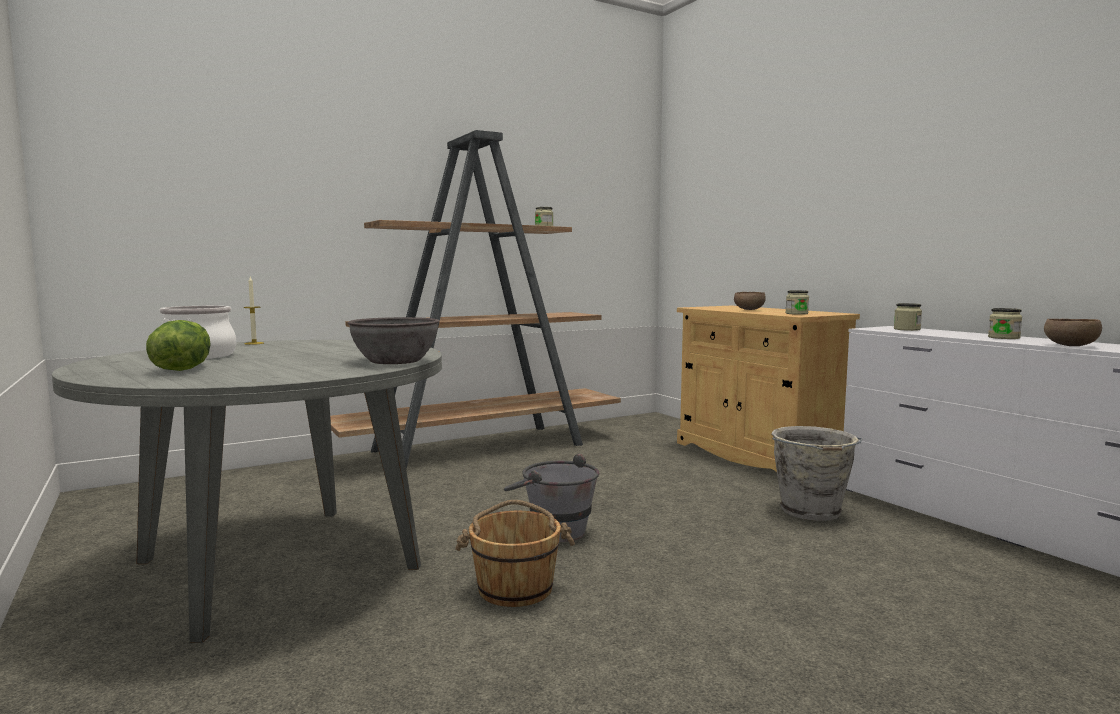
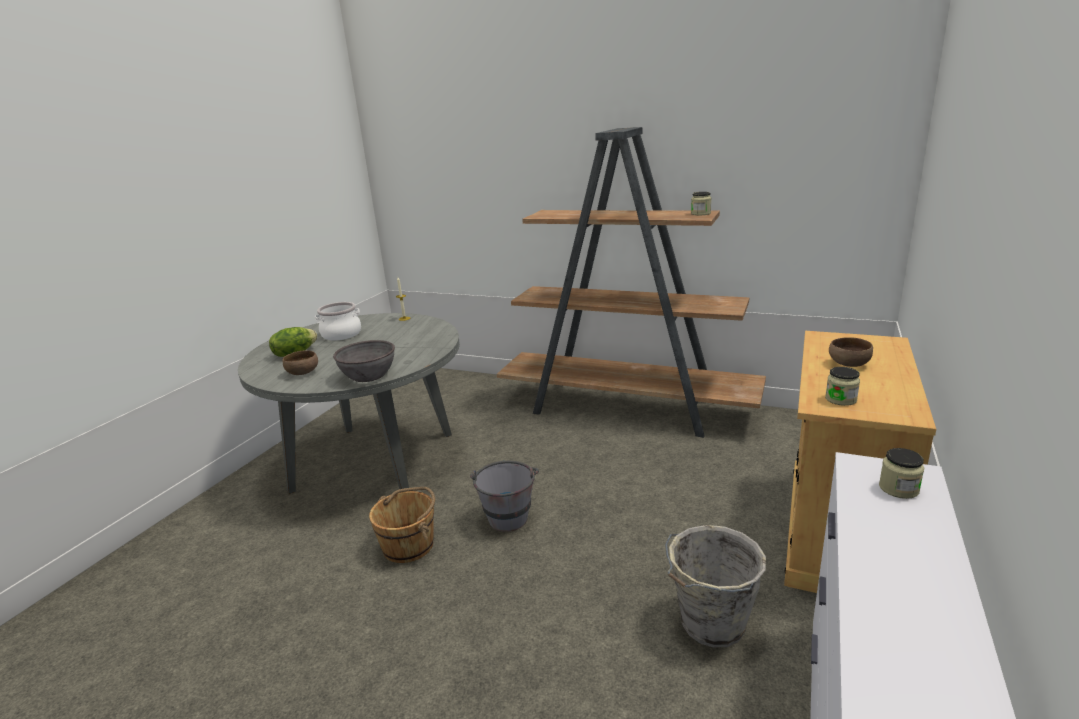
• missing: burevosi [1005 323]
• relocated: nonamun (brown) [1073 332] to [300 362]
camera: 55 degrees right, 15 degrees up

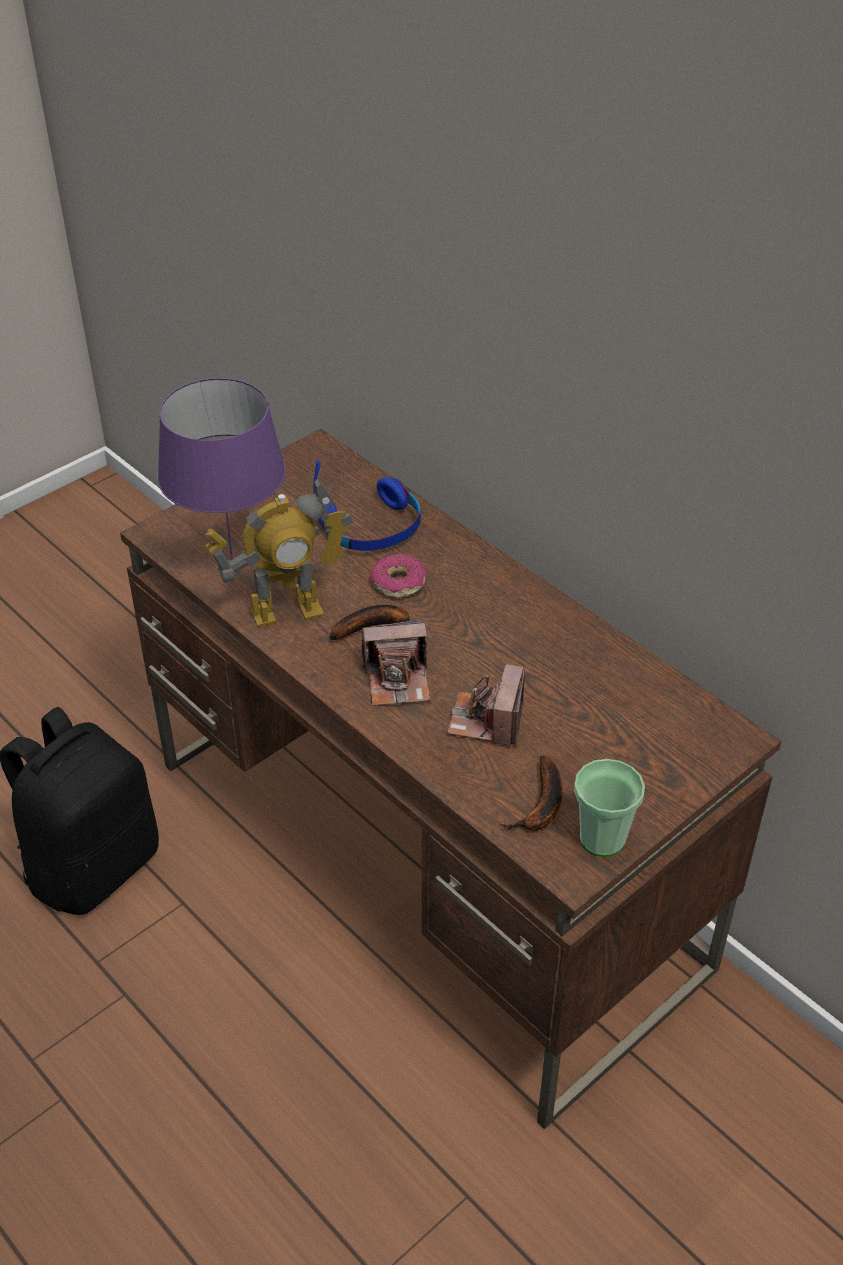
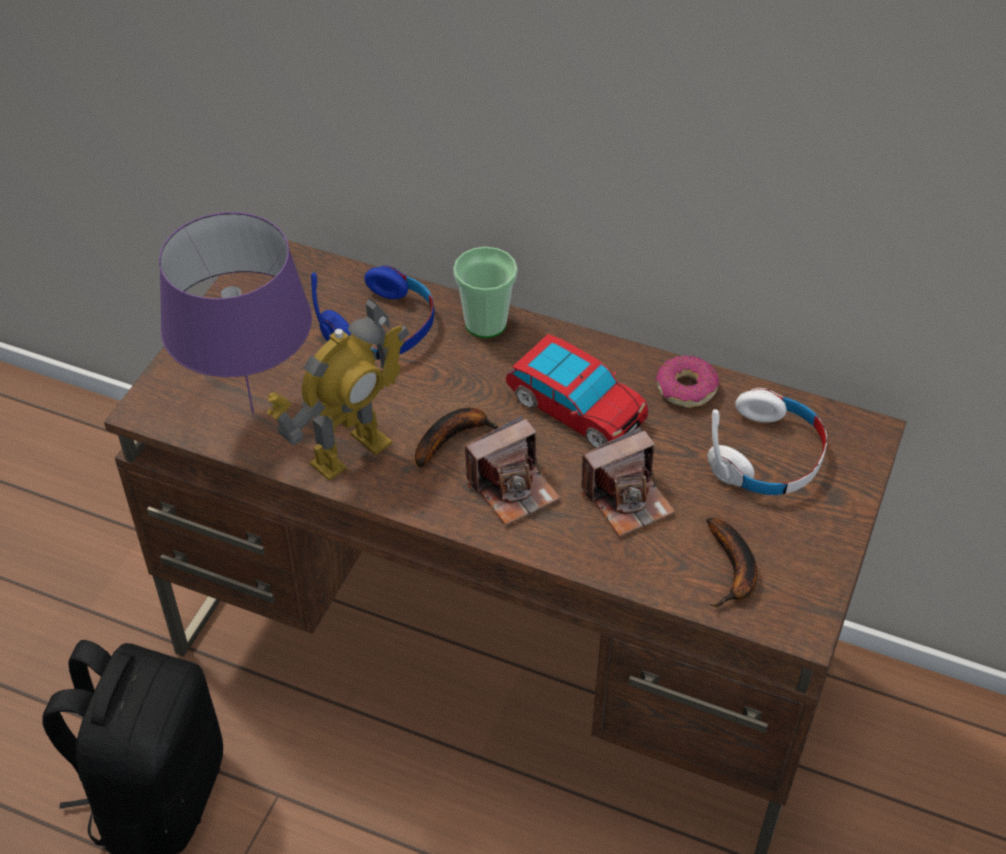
• relocated: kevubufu [398 576] to [687 381]
• spun: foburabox [486 705] = [628 481] 105 degrees counterclockwise
• relocated: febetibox [609 808] to [485 292]
• appeared: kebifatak [577 391]
• appeared: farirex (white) [767 441]
camera: 25 degrees left, 5 degrees up

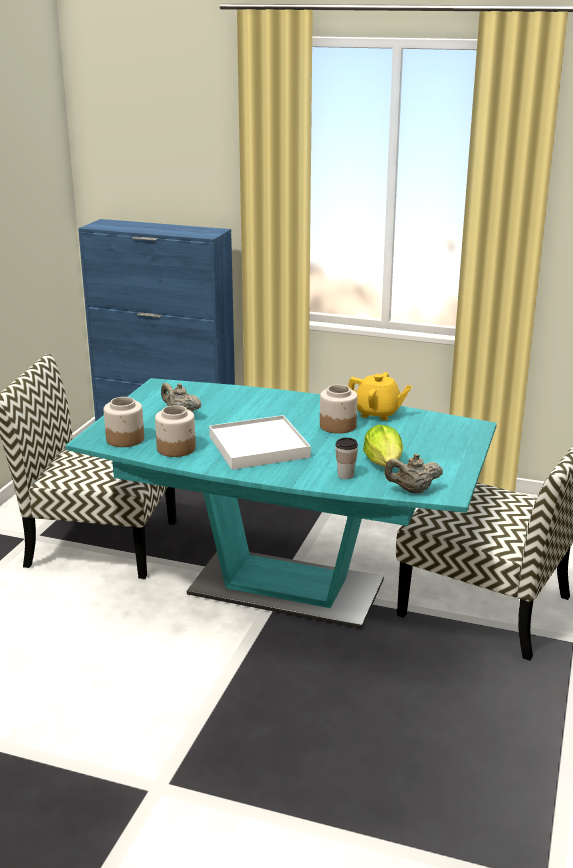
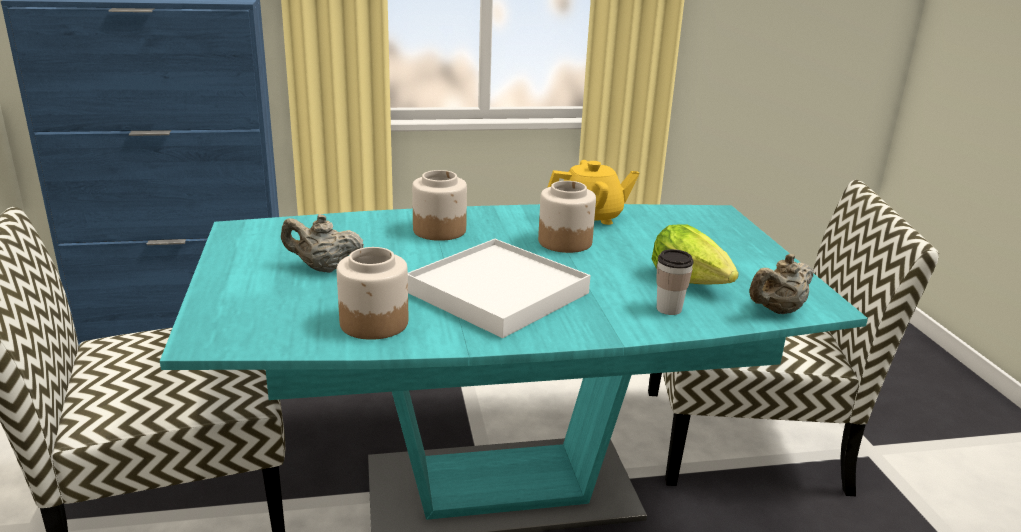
• relocated: burevosi [124 422] to [439 205]
camera: 30 degrees left, 0 degrees up

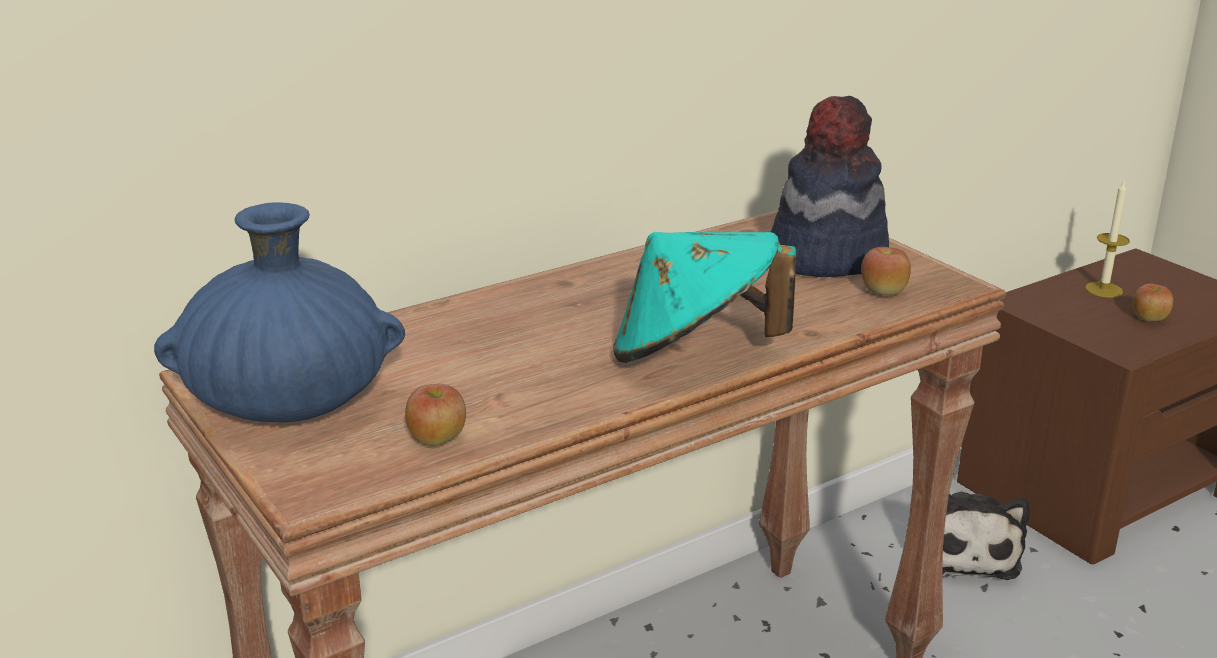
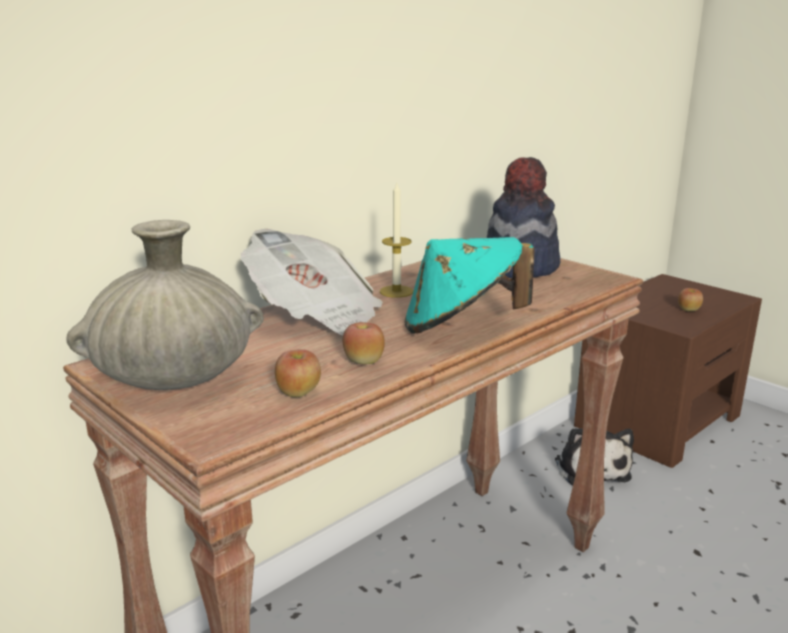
• relocated: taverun [1107 239] to [397 240]
• colour: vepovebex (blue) [279 312] to vepovebex (beige) [165 305]
• relocated: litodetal [886 271] to [364 343]
• appeared: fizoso [312 282]
camera: 10 degrees left, 5 degrees down

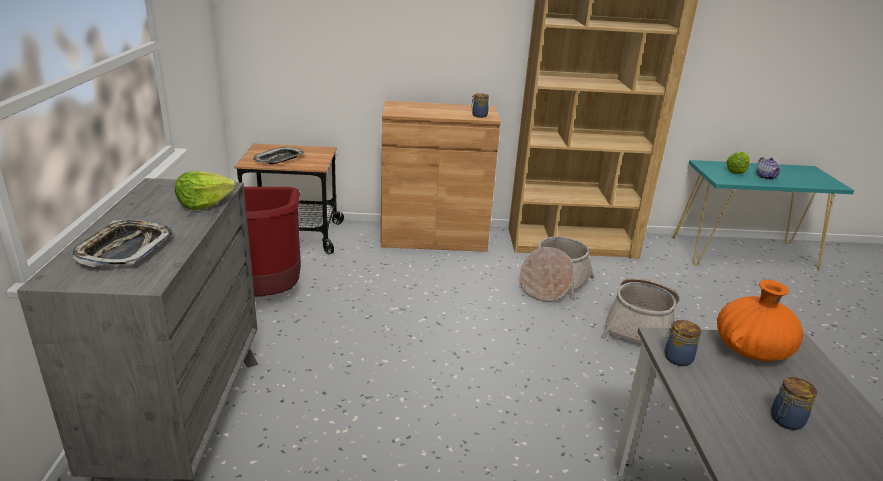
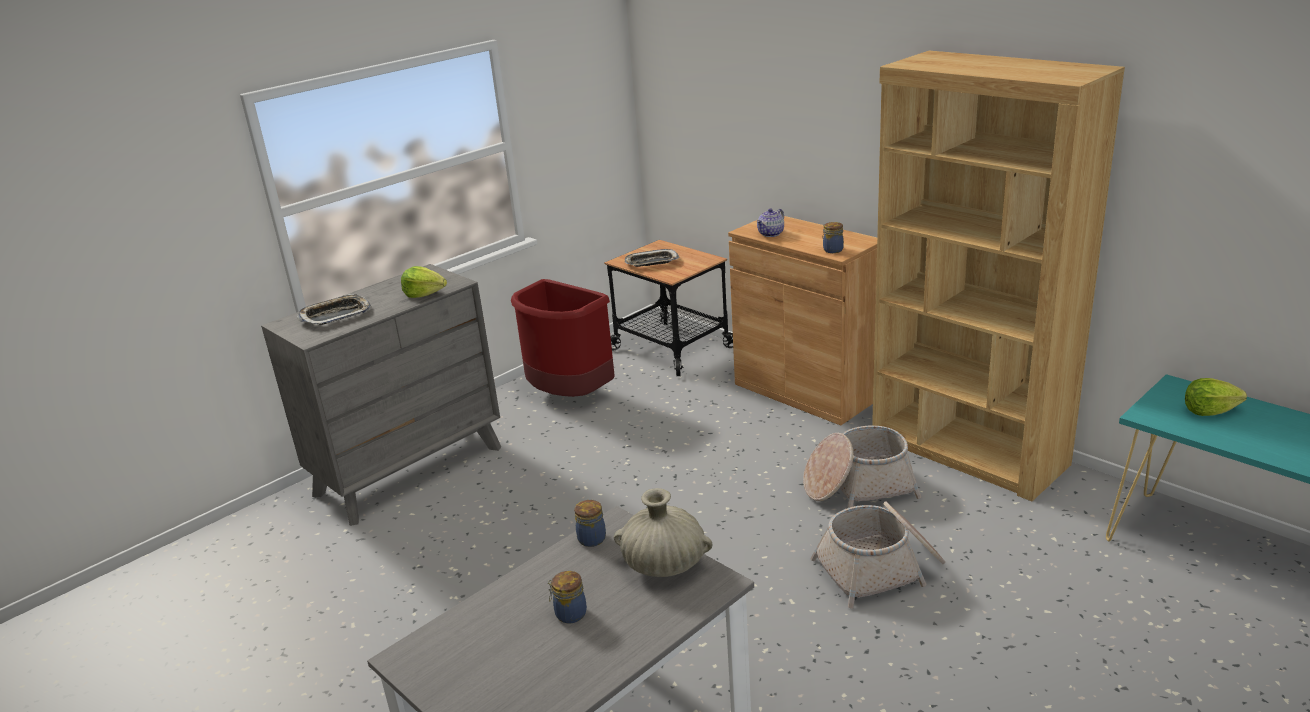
• relocated: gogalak [768 168] to [770 222]
• colour: vepovebex (orange) [760 320] to vepovebex (beige) [663 532]
camera: 50 degrees right, 0 degrees up

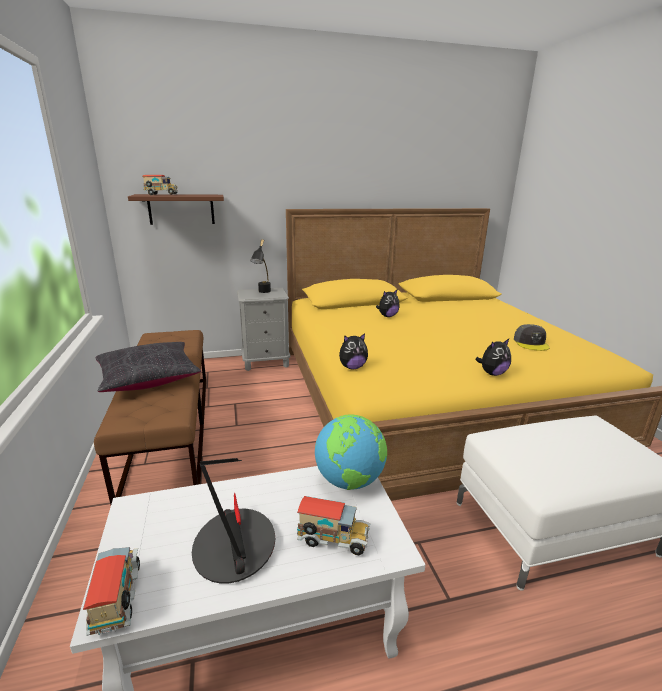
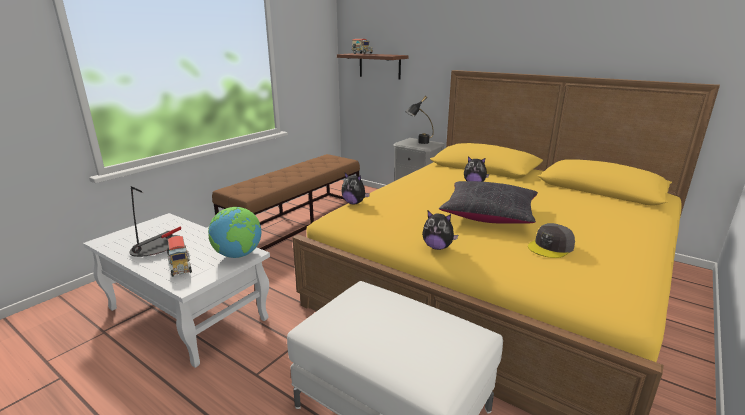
• relocated: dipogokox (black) [148 367] to [488 202]
• missing: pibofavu [111 591]
camera: 50 degrees right, 0 degrees up

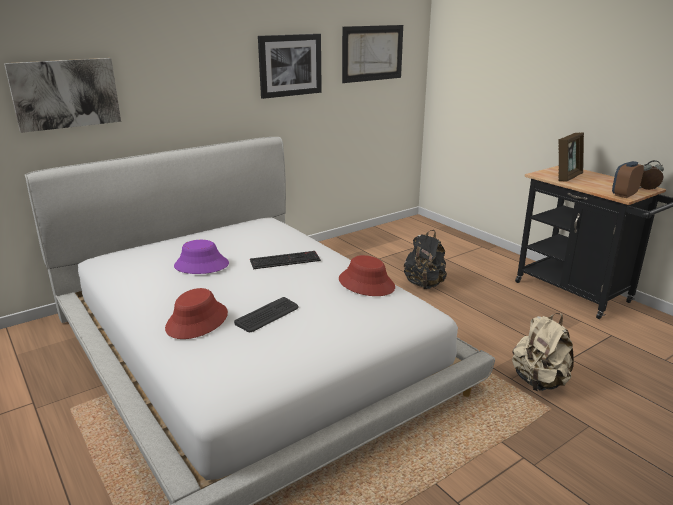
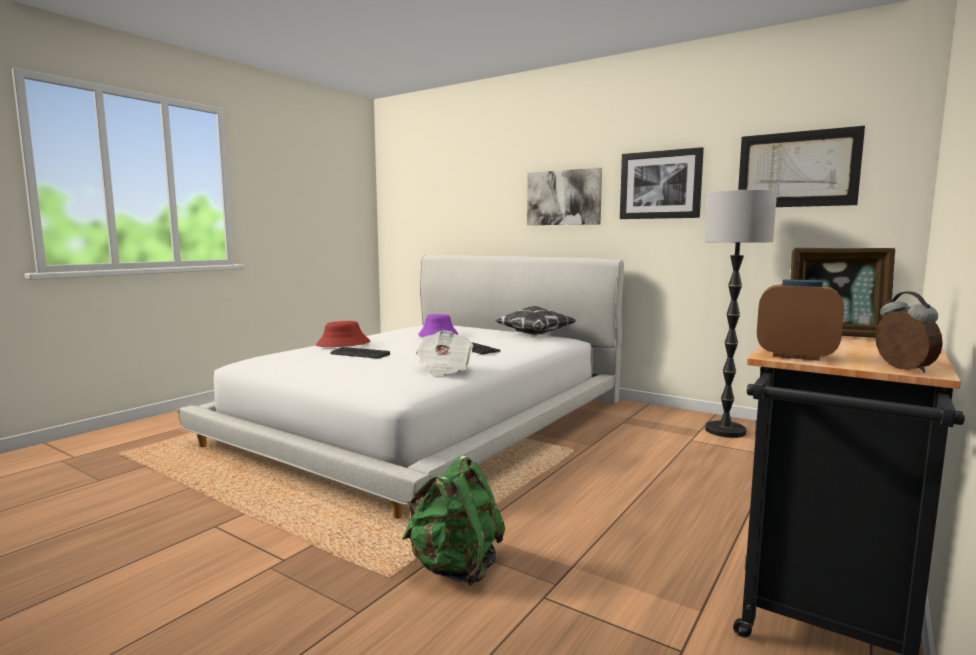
• relocated: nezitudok [62 95] to [564 196]
• missing: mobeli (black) [425 259]
• exchanged: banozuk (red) [367 275] to fizoso [444 353]
• colour: mobeli (beige) [543 352] to mobeli (green) [453 521]
• appeared: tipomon [740 314]
• appeared: dipogokox [535 320]
camera: 70 degrees right, 15 degrees down

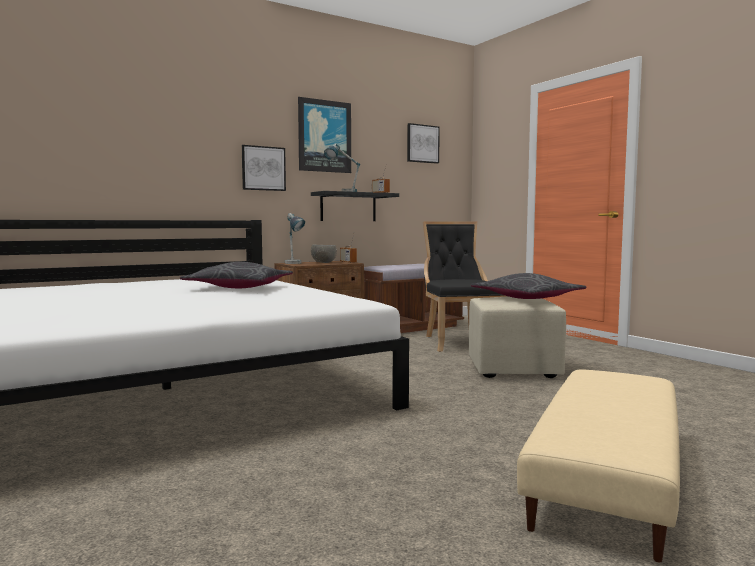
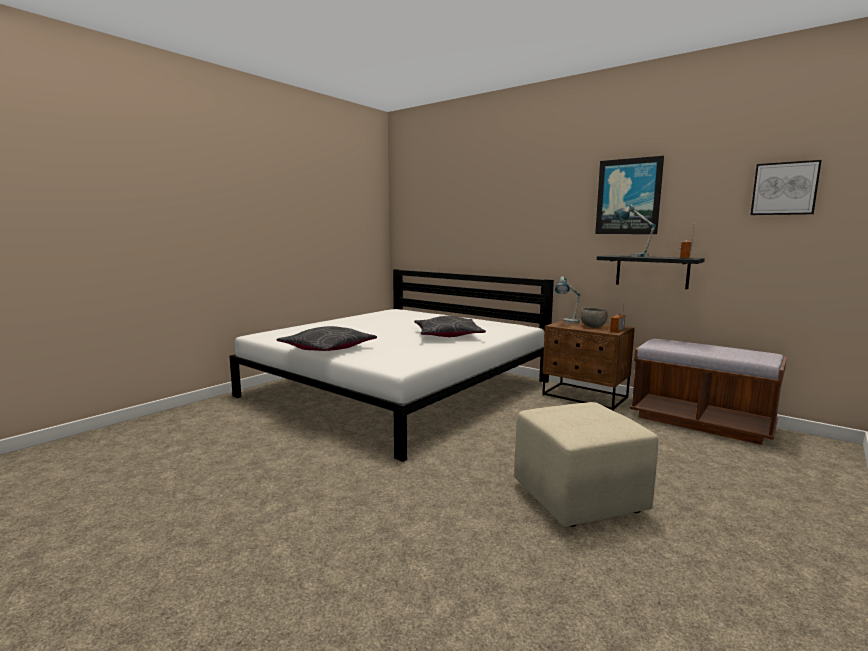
• missing: nezitudok [264 168]
• missing: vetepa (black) [464 286]
• relocated: dipogokox (grey) [528 286] to [327 338]
• missing: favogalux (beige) [598 466]
camera: 70 degrees right, 5 degrees up

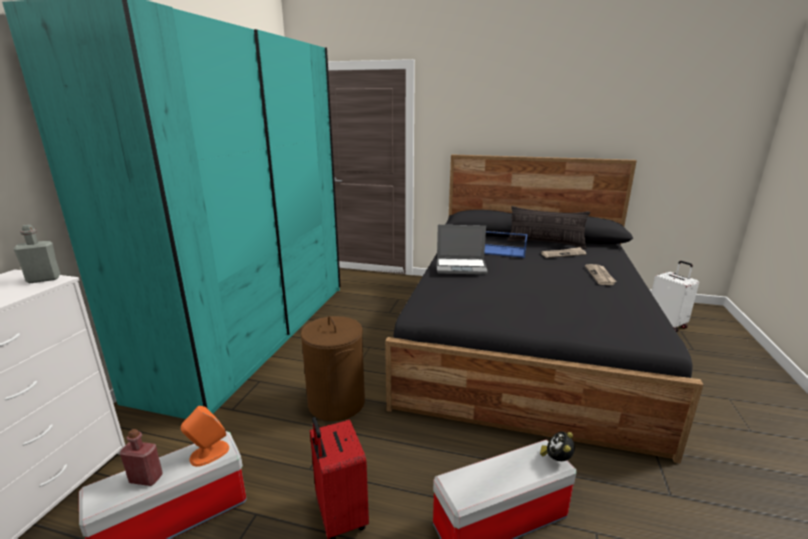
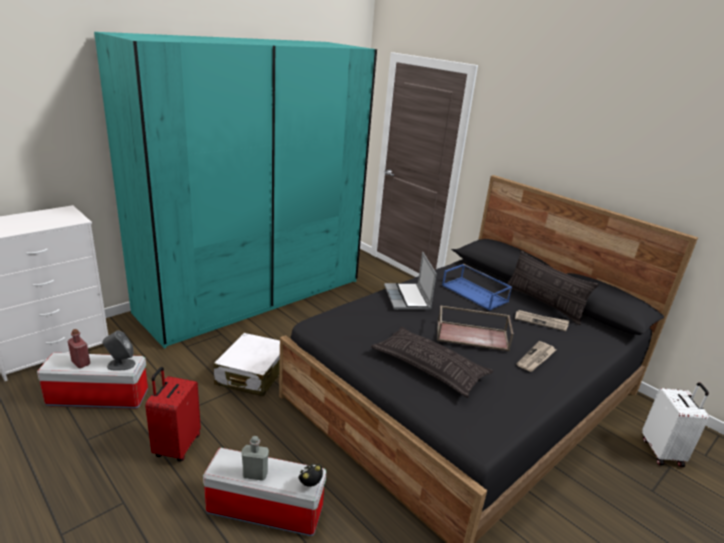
• relocated: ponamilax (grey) [36 254] to [255 458]
• spun: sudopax [462 250] = [410 281] 45 degrees clockwise
• exchanged: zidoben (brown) [333 368] to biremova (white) [247 364]
• colour: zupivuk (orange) [205 436] to zupivuk (grey) [119 350]
• appeared: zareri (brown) [475 328]
• appeared: dipogokox [432 362]
camera: 30 degrees right, 5 degrees up

